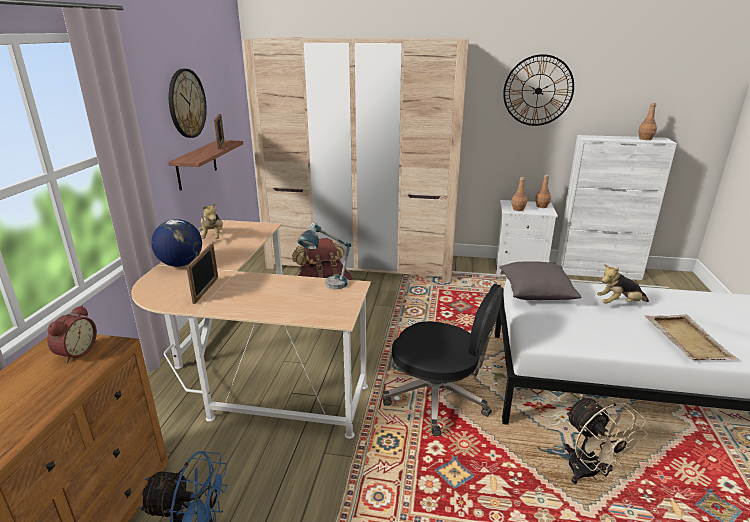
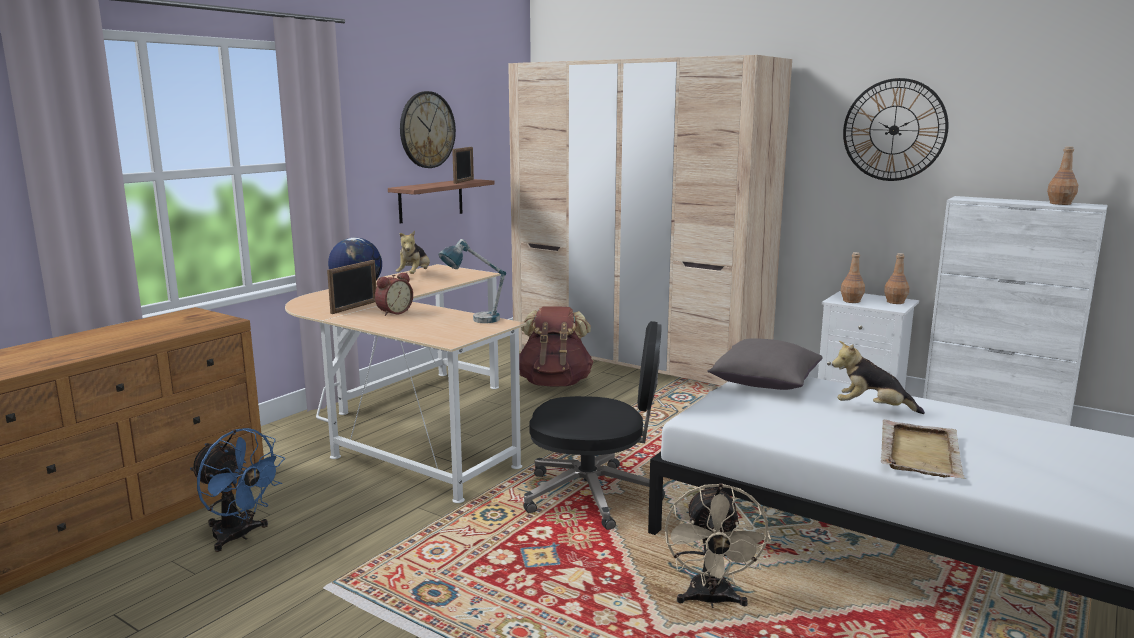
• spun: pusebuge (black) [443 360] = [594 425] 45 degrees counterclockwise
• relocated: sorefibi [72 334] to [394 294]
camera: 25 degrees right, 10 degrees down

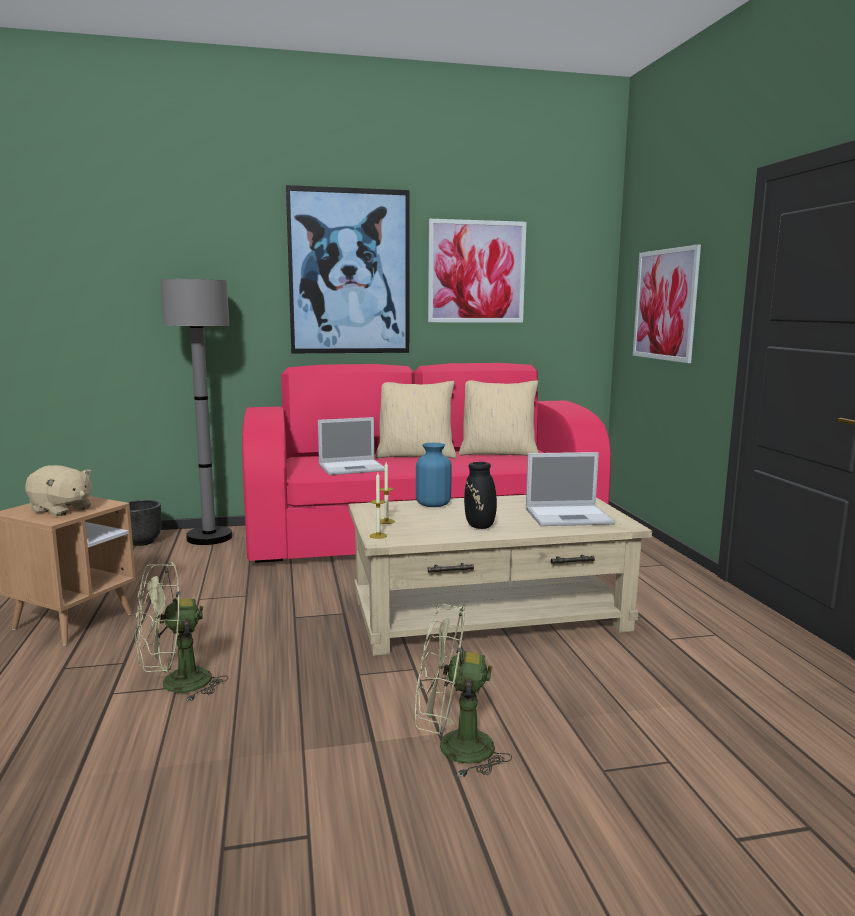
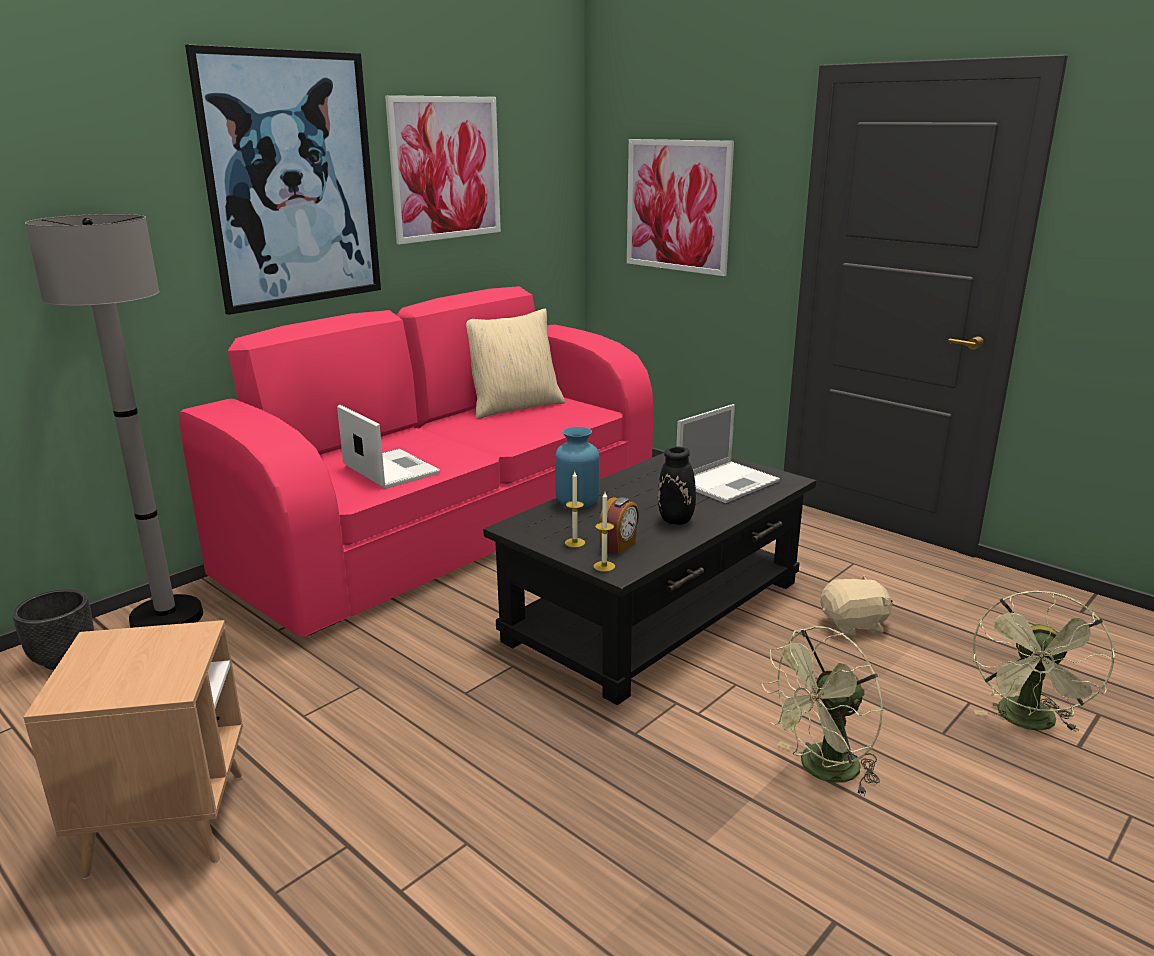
• missing: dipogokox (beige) [415 419]
• spun: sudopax [351 446] = [388 447] 75 degrees counterclockwise
• relocated: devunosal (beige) [58 490] to [856 606]
• colour: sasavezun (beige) [500 575] to sasavezun (black) [649 579]
• relocated: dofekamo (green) [181 632] to [1044 661]
• appeared: sorefibi [619 525]
camera: 35 degrees left, 10 degrees up

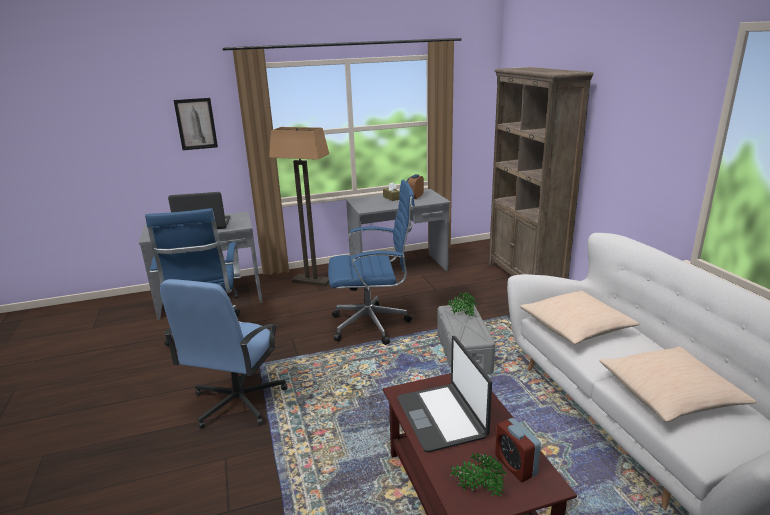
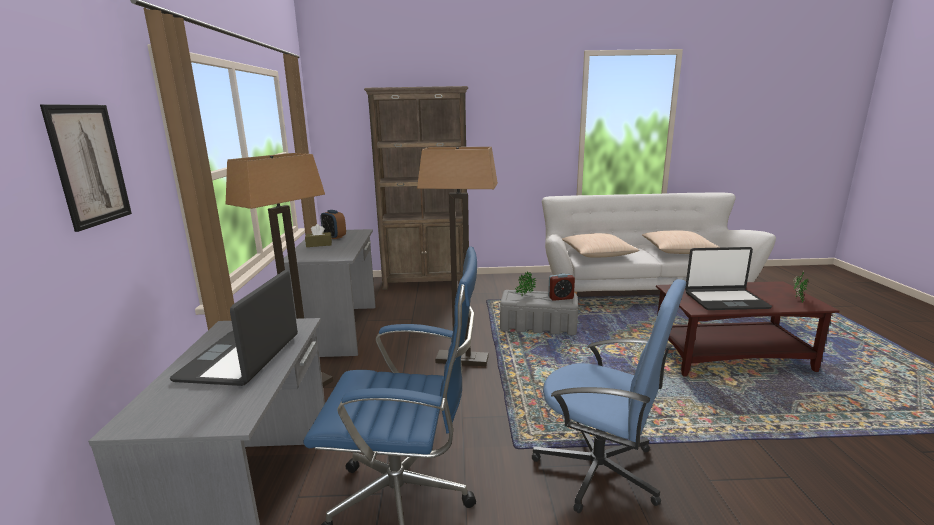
• exchanged: pusebuge (blue) [371 262] to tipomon [457 256]
• relocated: sorefibi [518 450] to [561 287]
camera: 75 degrees left, 5 degrees down

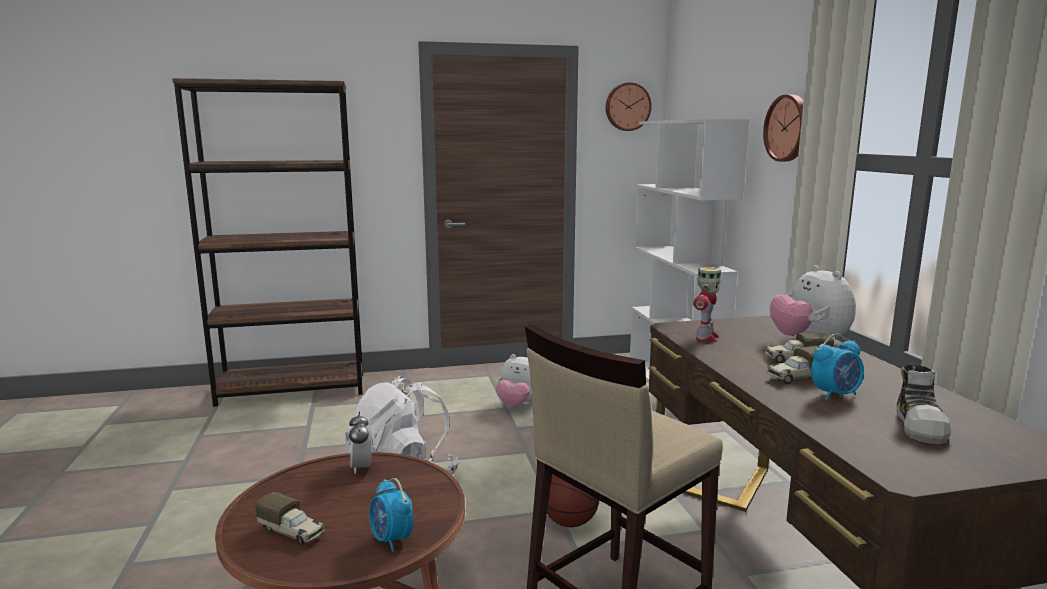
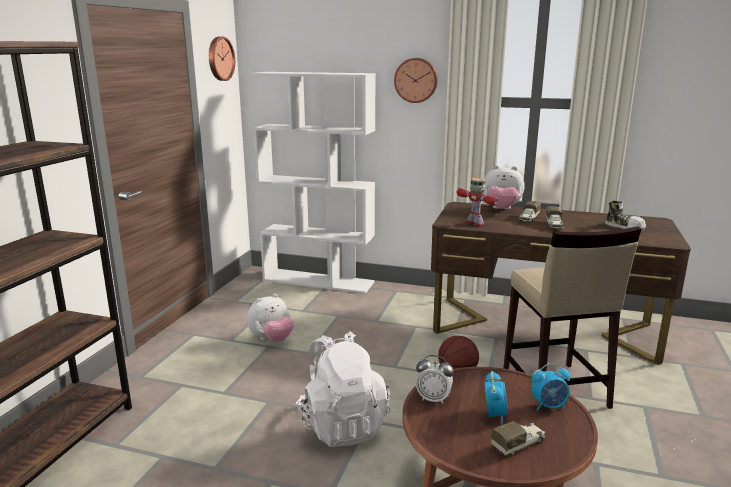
• relocated: sorefibi [837 367] to [496 398]
camera: 60 degrees left, 5 degrees up

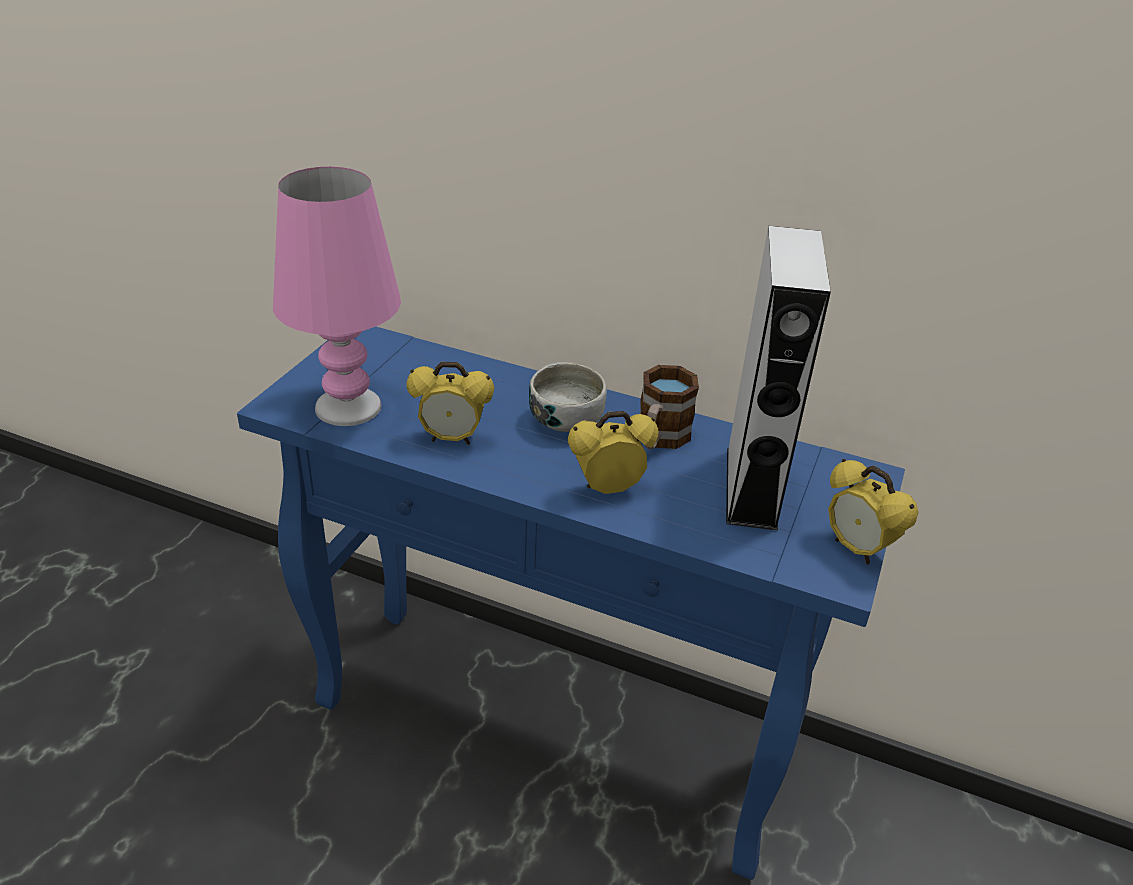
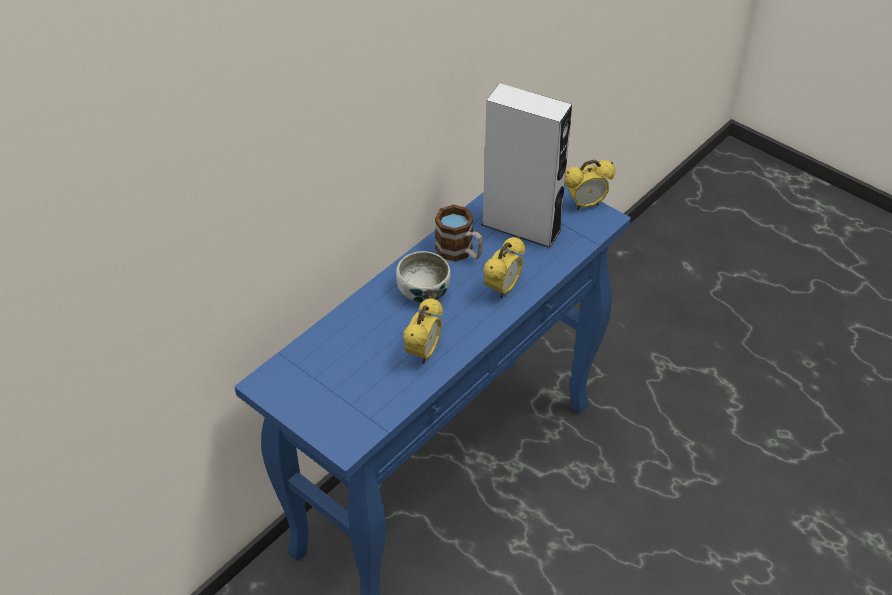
• missing: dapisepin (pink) [337 296]
• spun: sorefibi [613 452] = [504 267] 150 degrees counterclockwise
camera: 70 degrees left, 10 degrees up

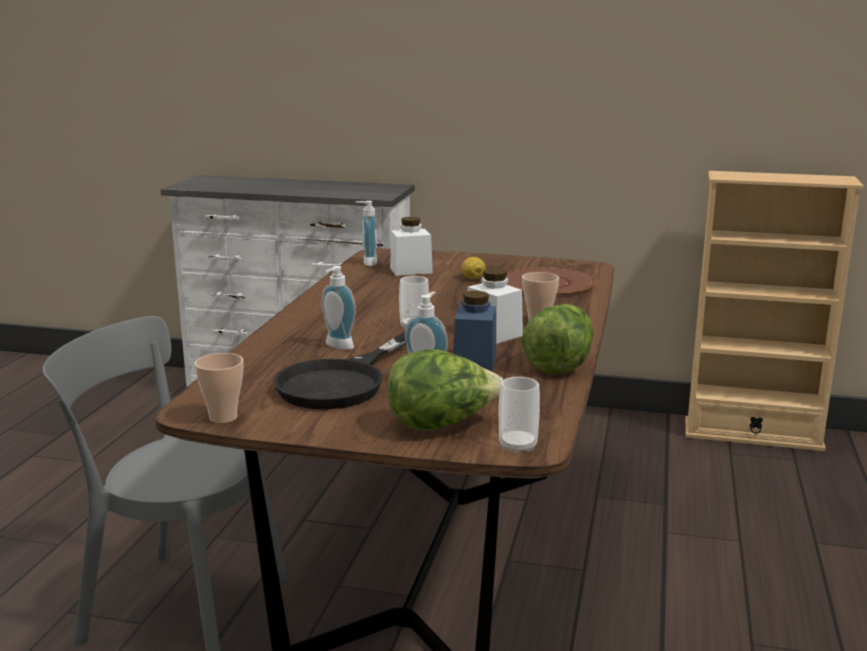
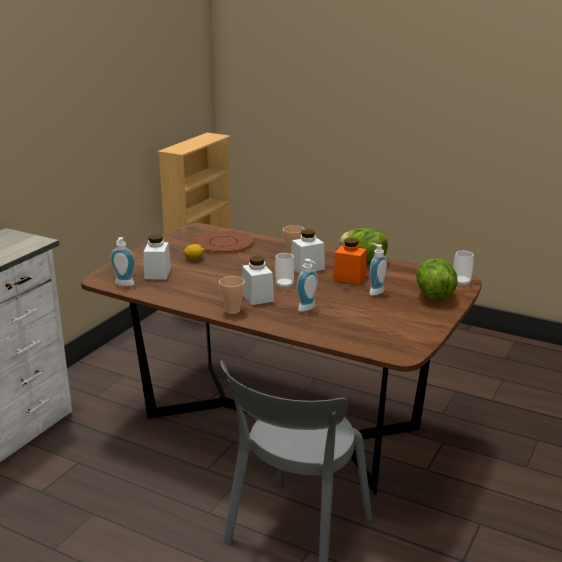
• colour: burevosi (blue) [474 331] to burevosi (orange) [350 261]
• missing: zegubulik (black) [339 370]
• relocated: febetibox [218 388] to [232 295]
• appeared: burevosi (white) [258 280]
camera: 75 degrees left, 5 degrees up

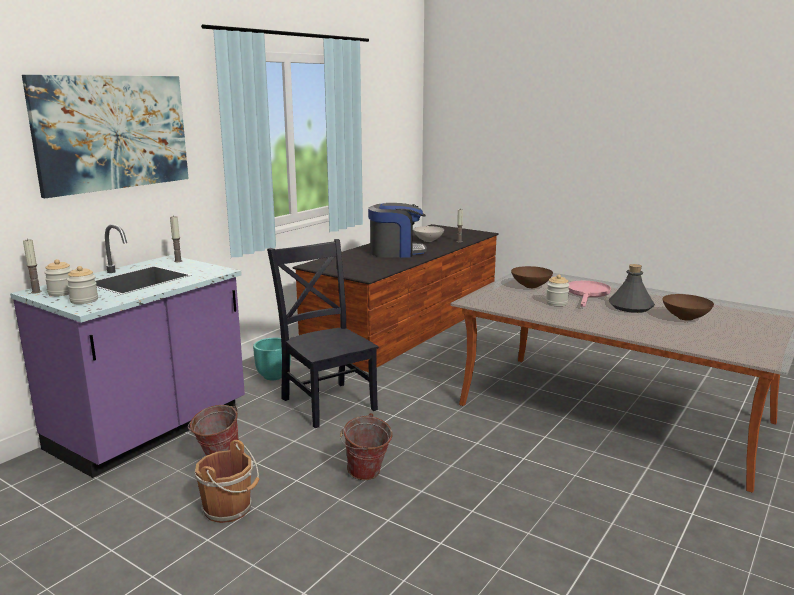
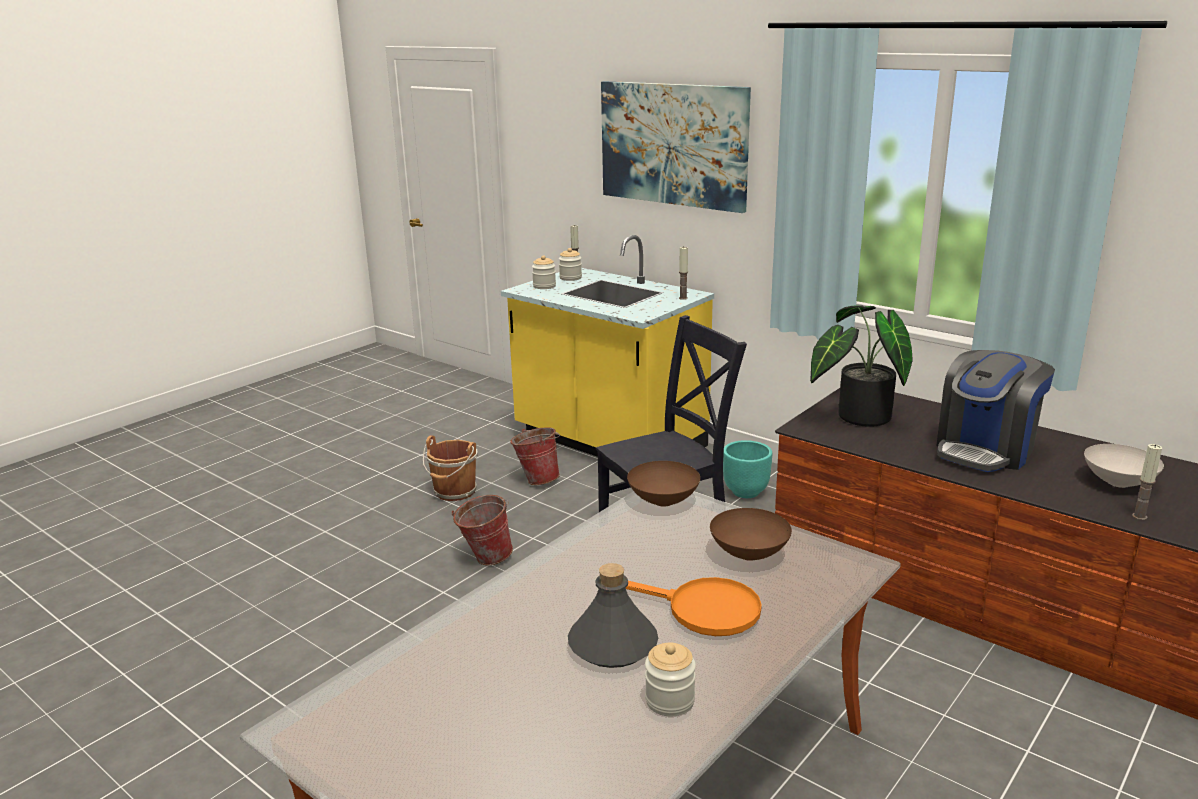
• spun: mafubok [397 230] = [995 411] 45 degrees clockwise
• colour: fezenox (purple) [127 351] to fezenox (yellow) [607 346]
• relocated: burevosi [558 290] to [670 679]
• colour: zegubulik (pink) [589 294] to zegubulik (orange) [694 606]
• relocated: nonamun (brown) [688 307] to [663 484]
• appeared: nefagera [861 366]
camera: 95 degrees right, 5 degrees up

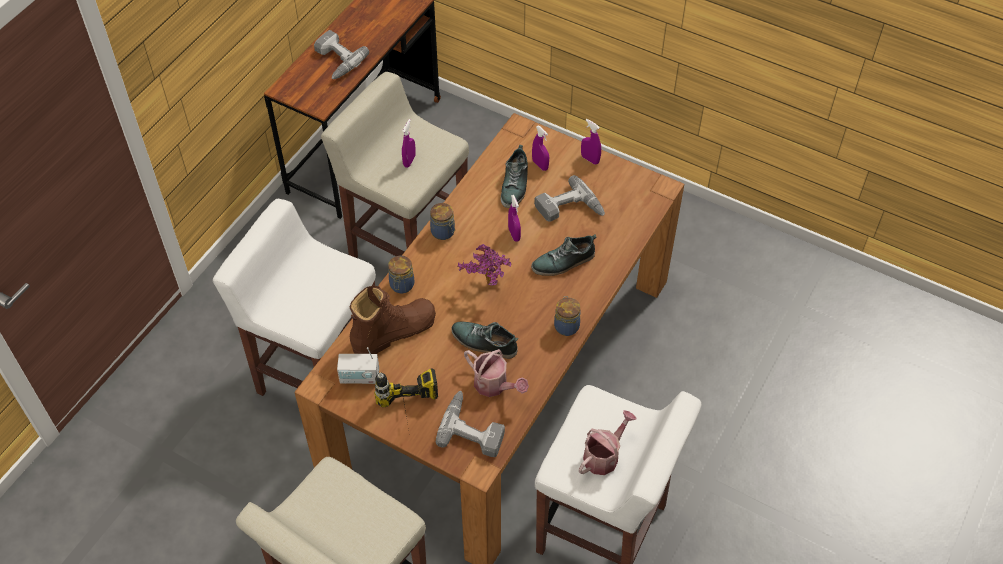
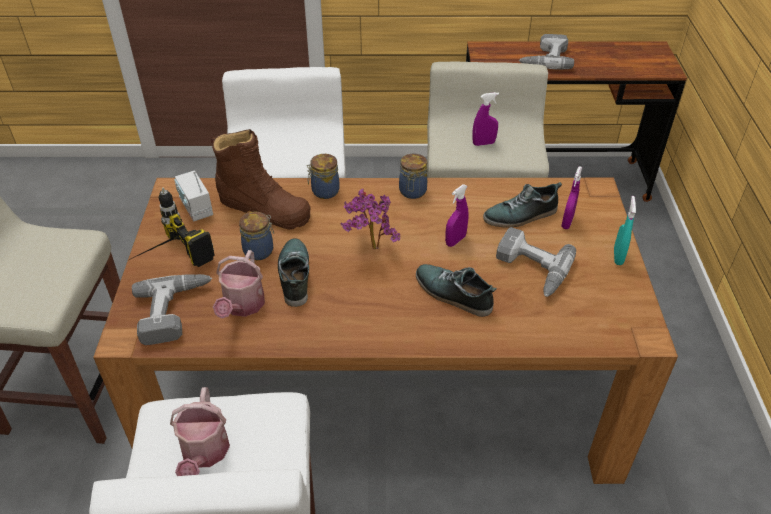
• colour: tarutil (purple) [591 142] to tarutil (turquoise) [625 230]
• relocated: burevosi [567 316] to [256 236]
• spun: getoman [607 442] = [200 431] 75 degrees clockwise
camera: 60 degrees right, 10 degrees down

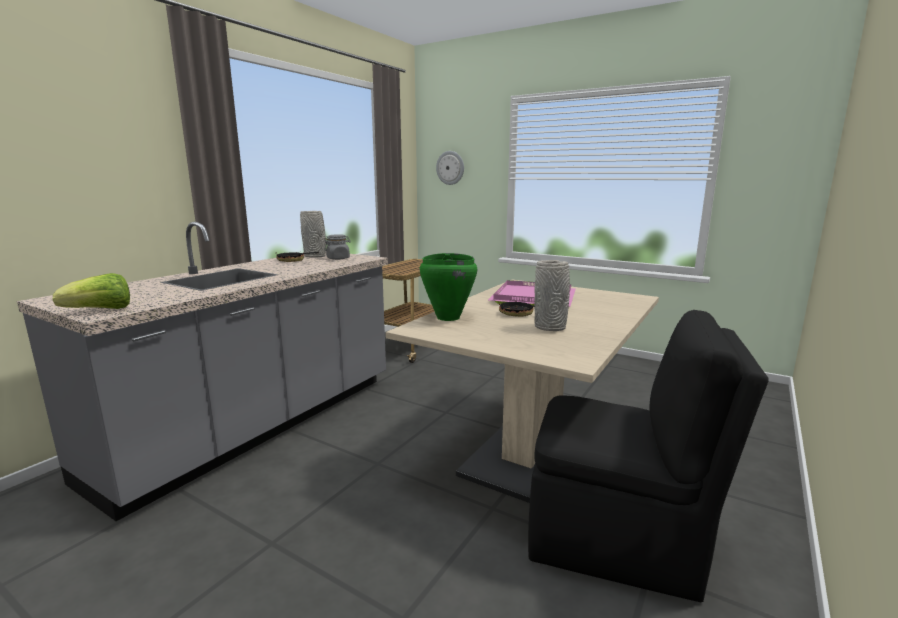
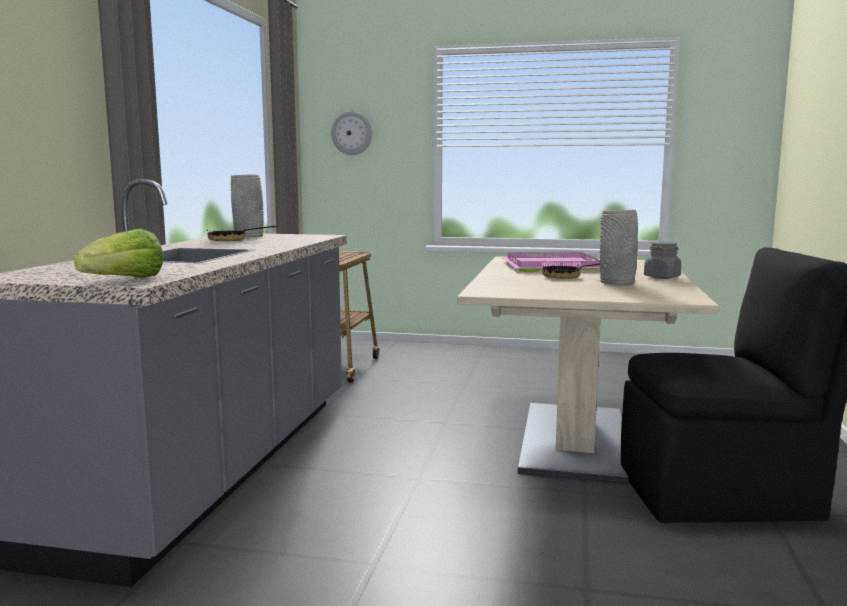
• relocated: burevosi (grey) [338 247] to [662 260]
• missing: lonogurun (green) [448 287]
camera: 20 degrees left, 5 degrees down

